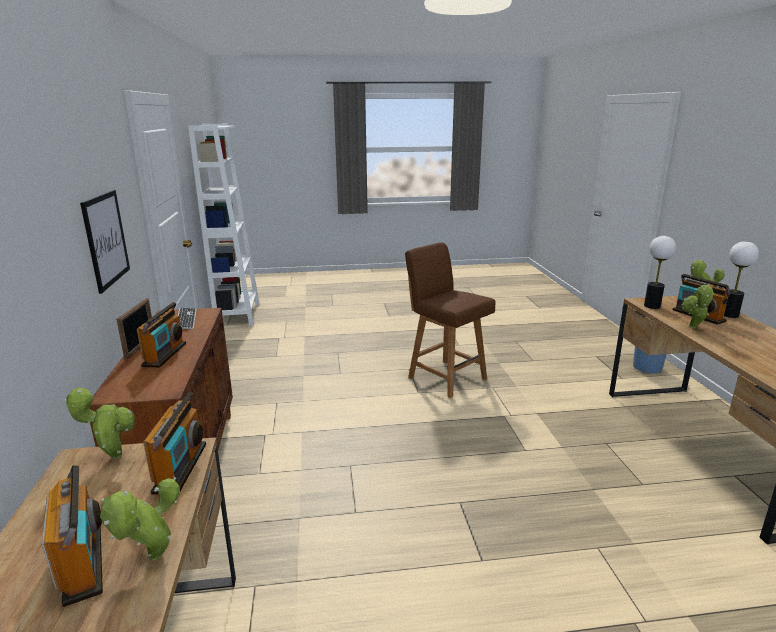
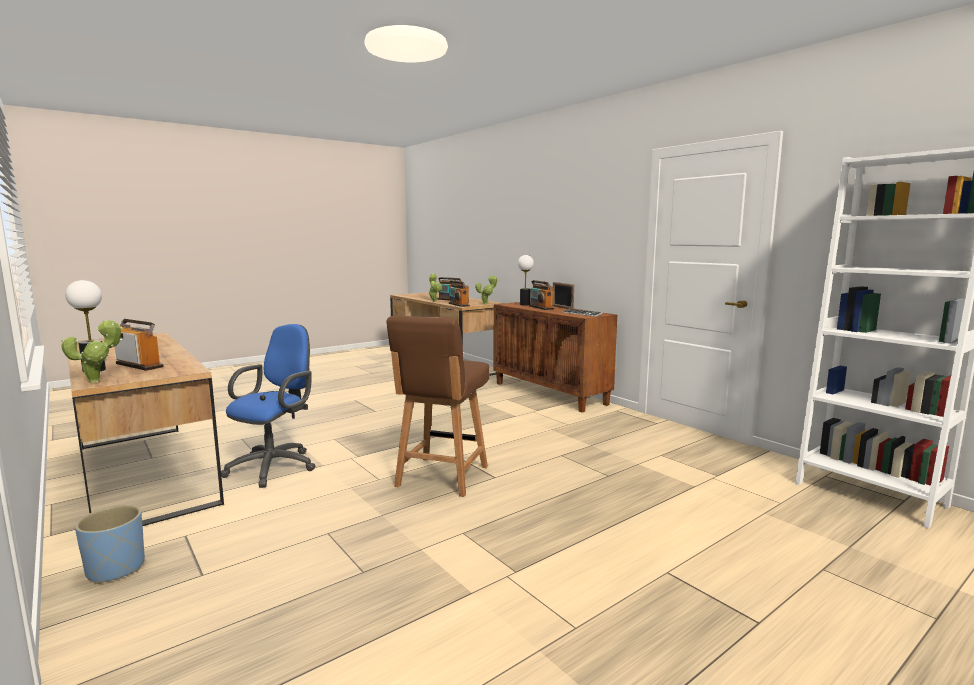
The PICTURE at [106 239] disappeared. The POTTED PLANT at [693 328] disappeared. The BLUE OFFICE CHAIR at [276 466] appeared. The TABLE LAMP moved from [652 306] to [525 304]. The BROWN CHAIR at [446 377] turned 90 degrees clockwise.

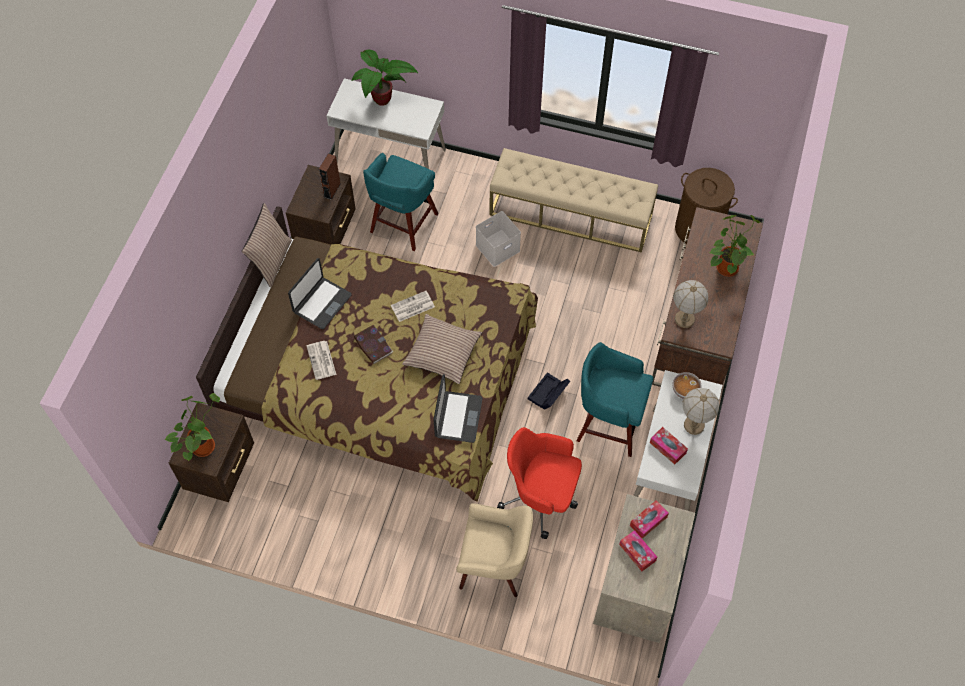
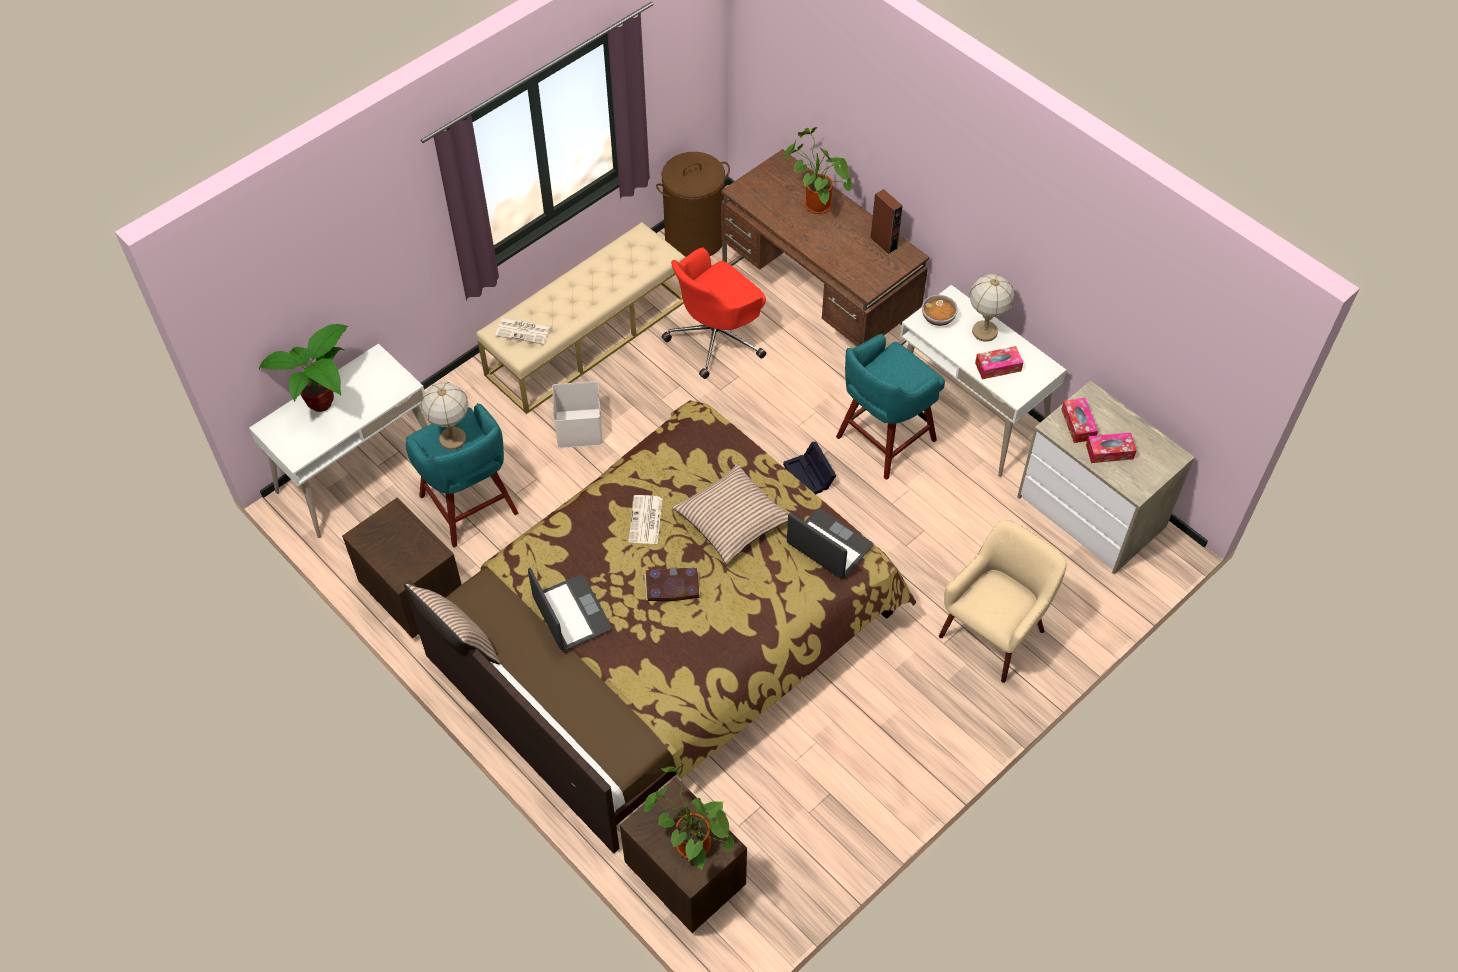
The NEWSPAPER moved from [321 360] to [524 331]. The BROWN SPEAKER moved from [332 190] to [883 243]. The RED OFFICE CHAIR moved from [541 497] to [717 338]. The TABLE LAMP moved from [684 319] to [452 439].

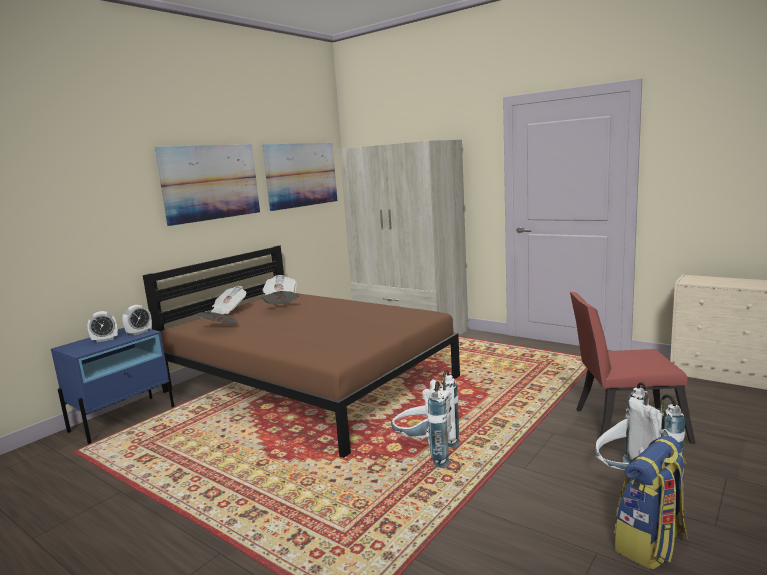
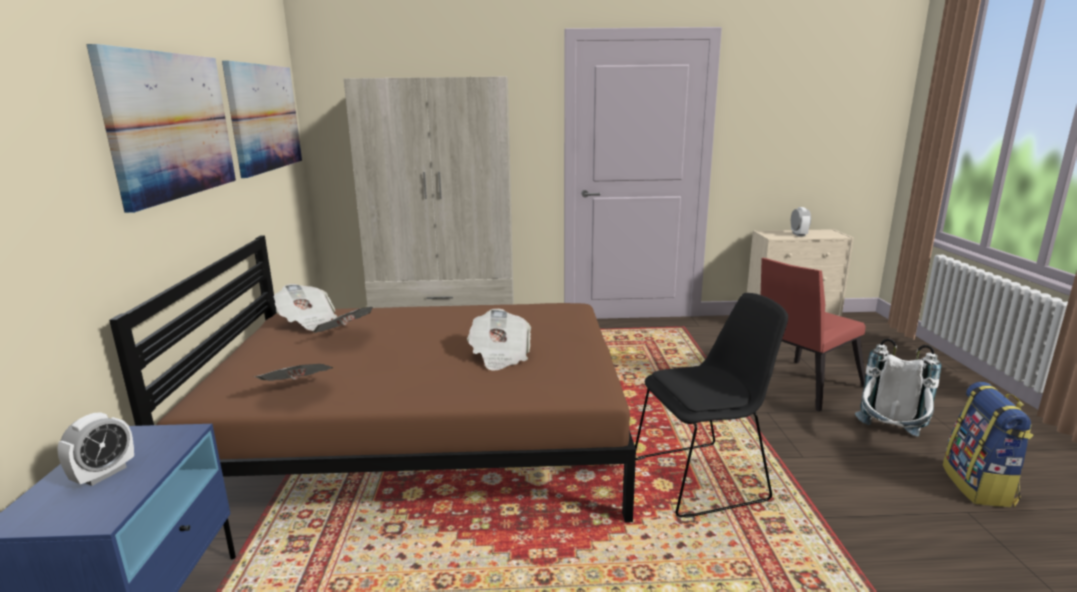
The ALARM CLOCK moved from [139 332] to [798 234]. The NEWSPAPER moved from [228 311] to [500 356]. The WHITE BACKPACK at [426 453] was replaced by the BLACK CHAIR at [703 478].

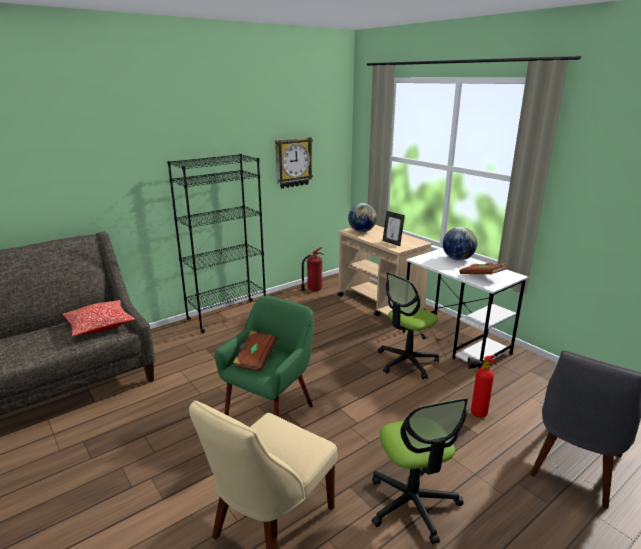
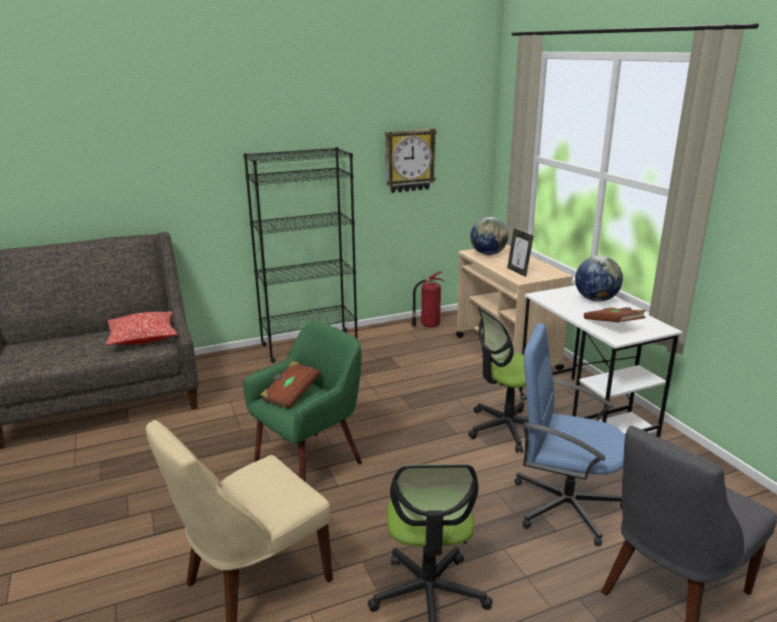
The FIRE EXTINGUISHER at [474 413] was replaced by the BLUE OFFICE CHAIR at [564 505].

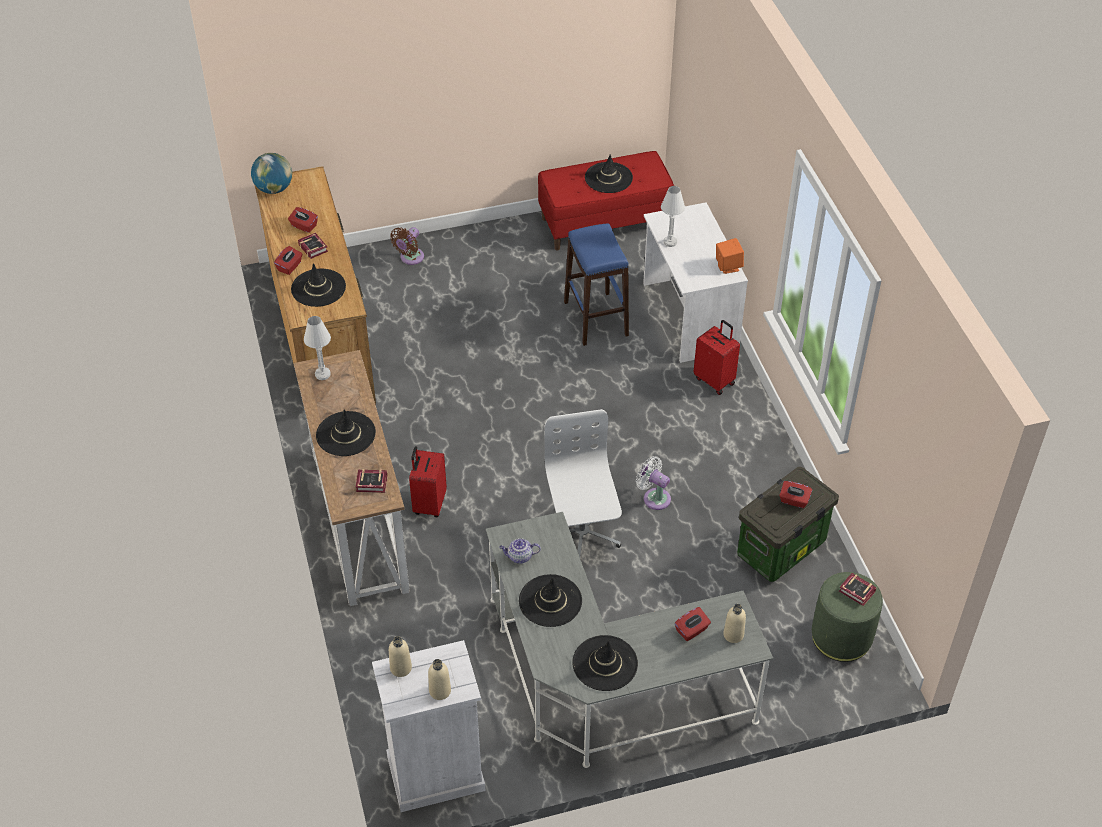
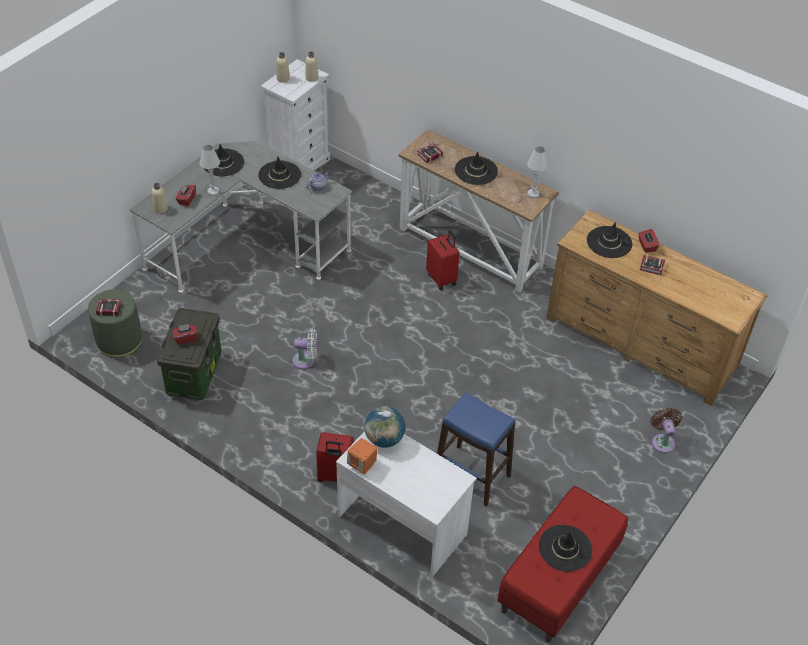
The RED TISSUE BOX at [304 226] disappeared. The WHITE OFFICE CHAIR at [581 533] disappeared. The GLOBE moved from [274 189] to [384 439]. The WHITE TABLE LAMP moved from [670 242] to [213 191].

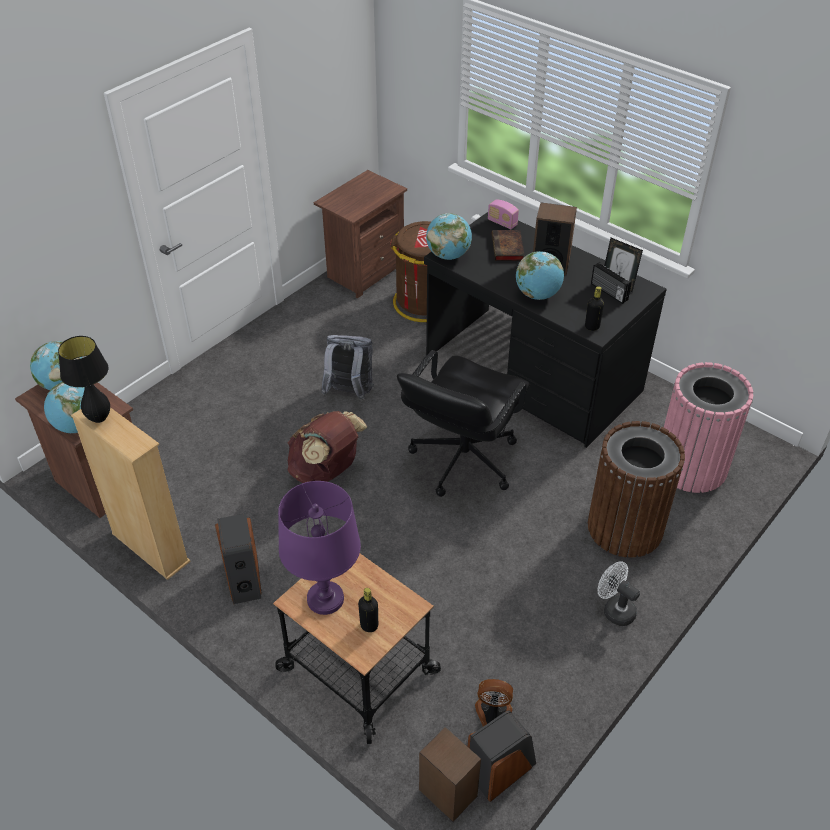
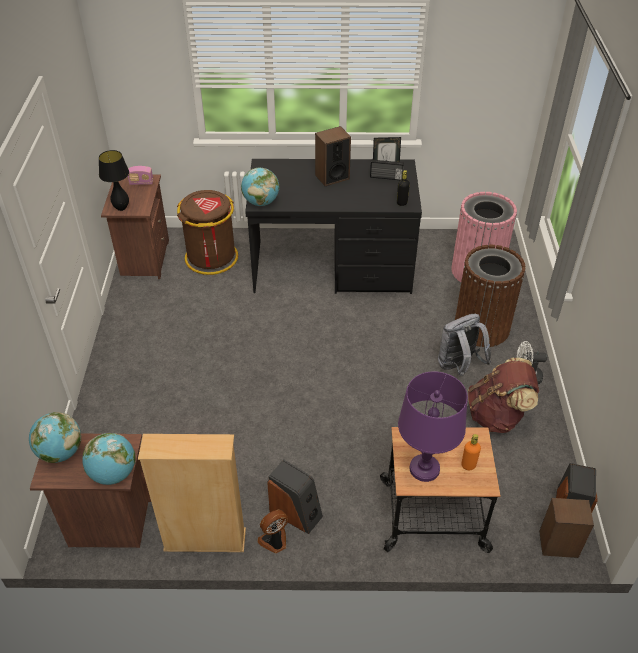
The BLACK OFFICE CHAIR at [462 460] disappeared. The BOOK at [508 249] disappeared. The GLOBE at [537 295] disappeared. The BLACK TABLE LAMP moved from [99 418] to [121 208]. The BROWN BACKPACK moved from [326 470] to [497 415]. The GREY BACKPACK moved from [349 393] to [458 366]. The FAN moved from [492 715] to [274 541]. The RADIO moved from [502 223] to [141 183]. The BLACK BOTTLE at [369 625] became the ORANGE BOTTLE at [468 465].

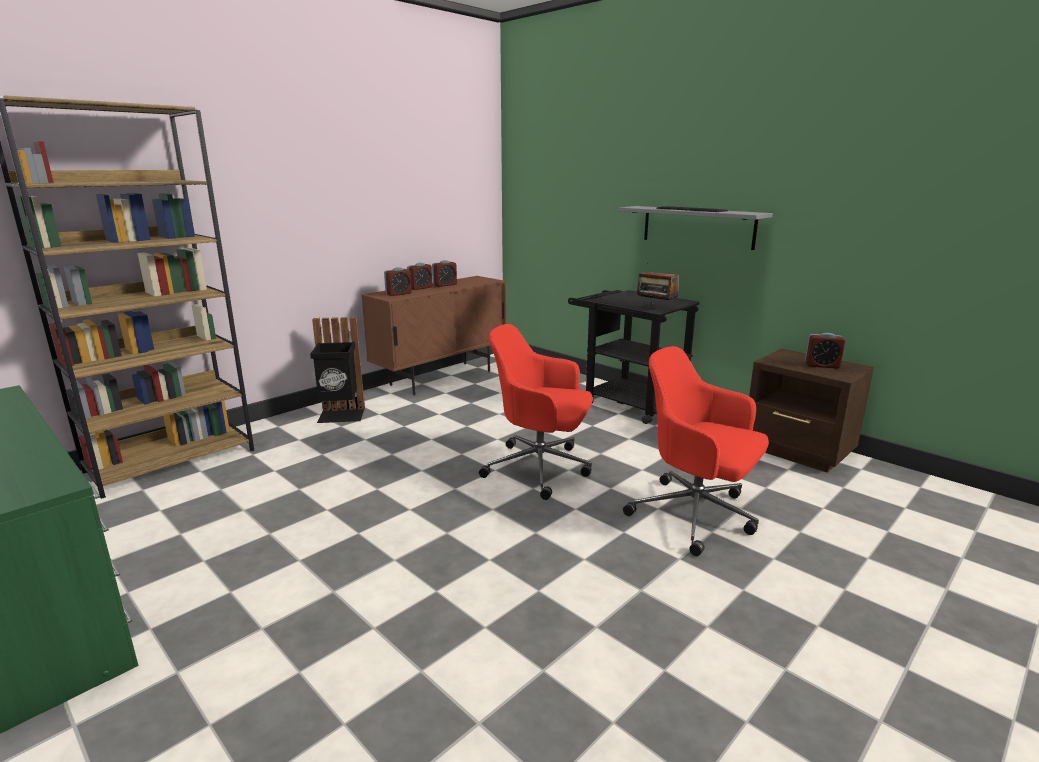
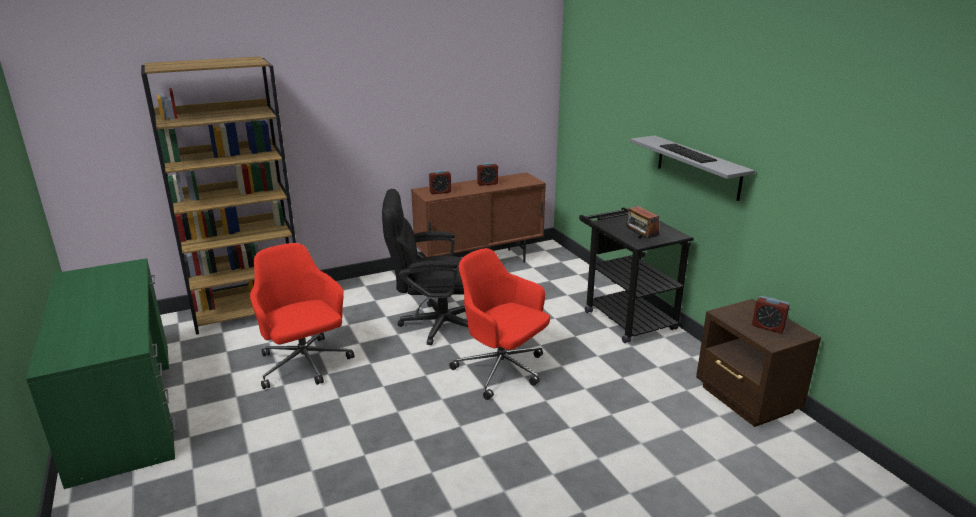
The BLACK TRASH CAN at [341 416] disappeared. The ALARM CLOCK at [420 288] disappeared. The BLACK OFFICE CHAIR at [433 324] appeared. The RED OFFICE CHAIR moved from [696 515] to [304 365].

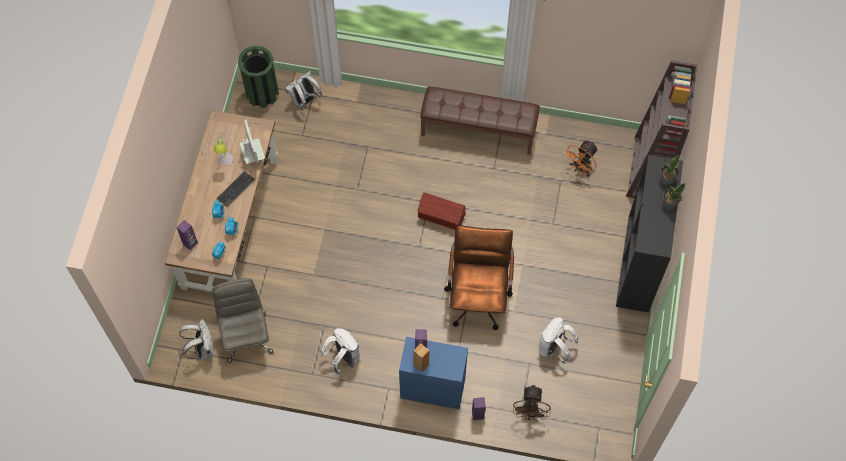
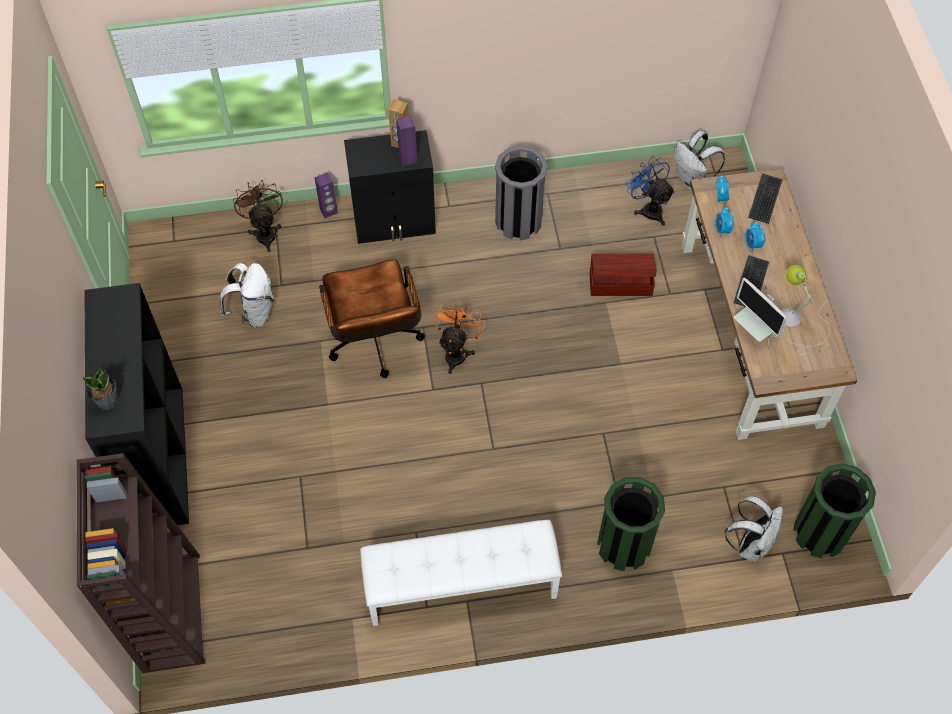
The POTTED PLANT at [669 203] disappeared. The GREEN TRASH CAN at [624 545] appeared. The BROWN STORAGE BOX moved from [441 216] to [620 283]. The ORANGE FAN moved from [580 168] to [457 351]. The PURPLE SPEAKER at [190 243] was replaced by the KEYBOARD at [765 199]. The GREY OFFICE CHAIR at [246 336] was replaced by the BLUE FAN at [648 208]. The WHITE BACKPACK at [343 358] was replaced by the GREY TRASH CAN at [518 221]. The BLUE CABINET at [432 387] became the BLACK CABINET at [395 223]. The BROWN BENCH at [478 130] became the WHITE BENCH at [461 587].

